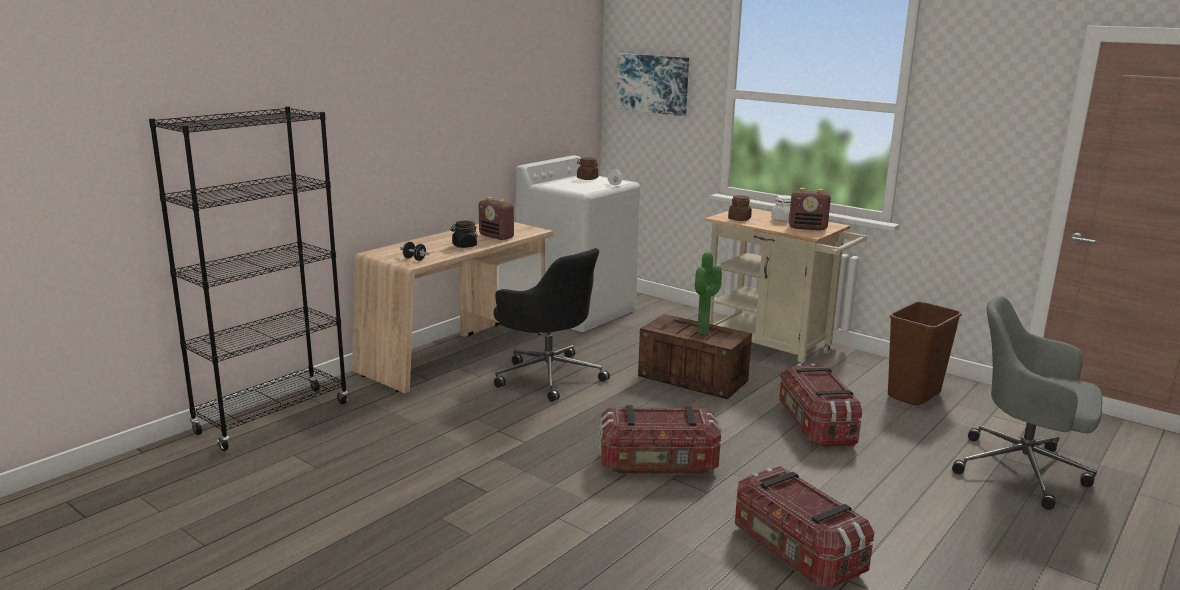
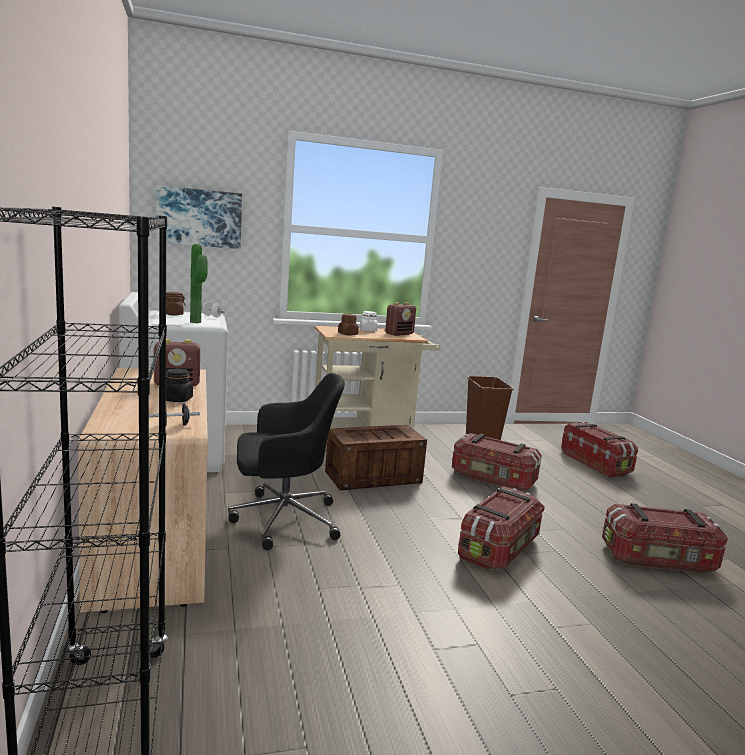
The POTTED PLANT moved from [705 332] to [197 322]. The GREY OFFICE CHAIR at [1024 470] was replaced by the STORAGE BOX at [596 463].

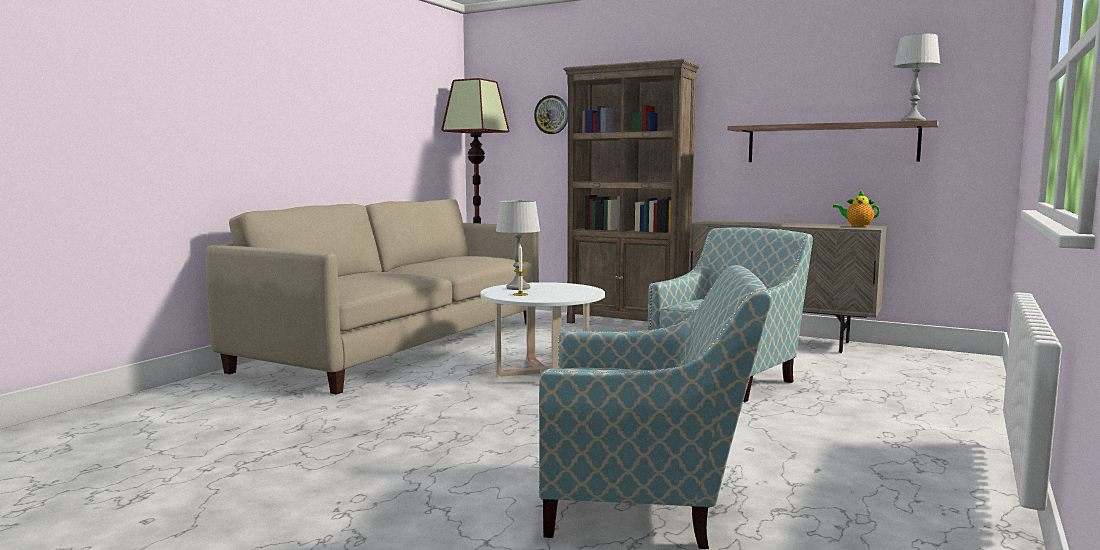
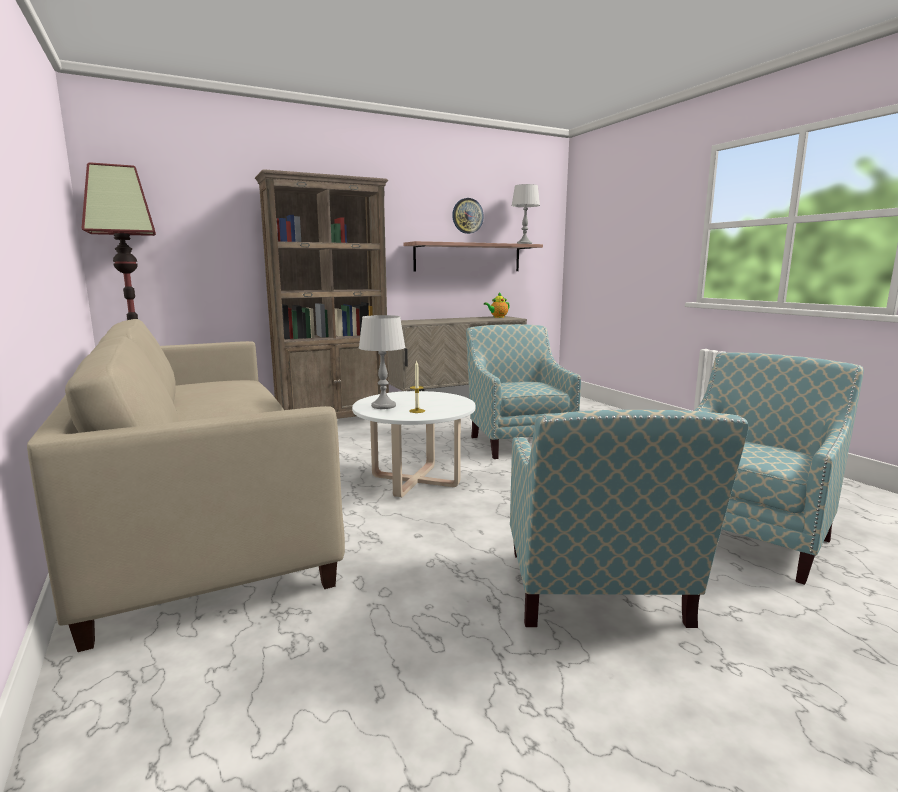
The ARMCHAIR at [597 598] appeared. The WALL CLOCK moved from [552 114] to [467 216].

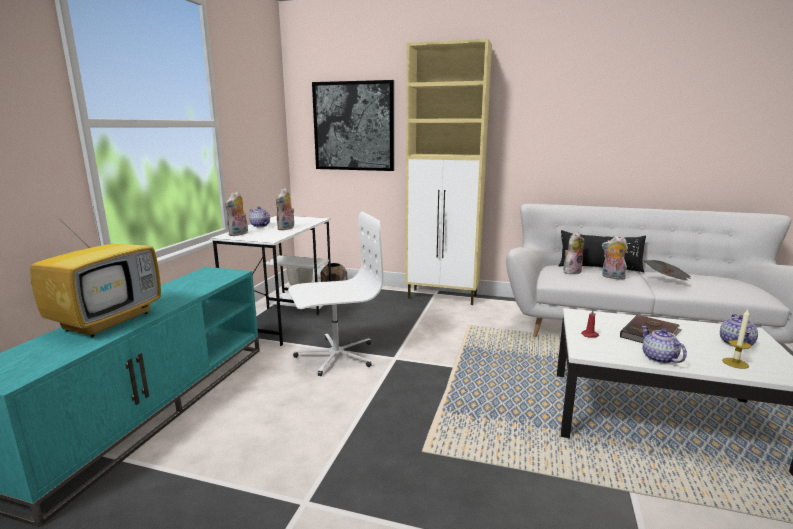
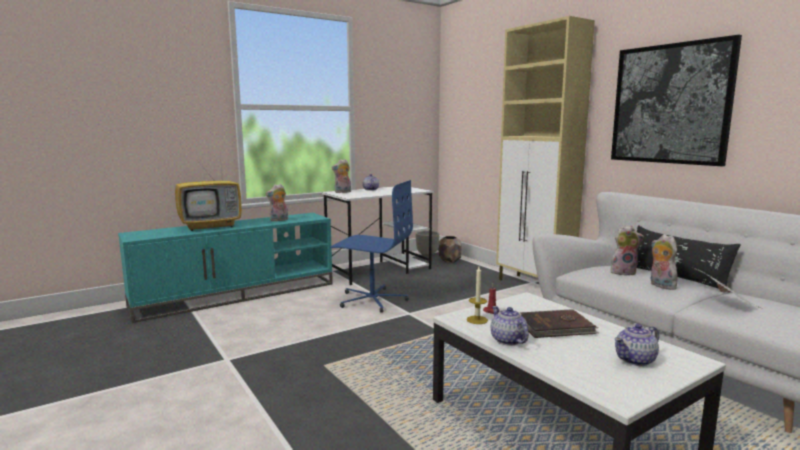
The PLUSH TOY moved from [286 228] to [279 220]. The PICTURE moved from [354 126] to [670 104]. The CANDLE moved from [735 363] to [477 320]. The WHITE OFFICE CHAIR at [335 355] became the BLUE OFFICE CHAIR at [372 300]. The TEAPOT at [659 358] turned 45 degrees counterclockwise.

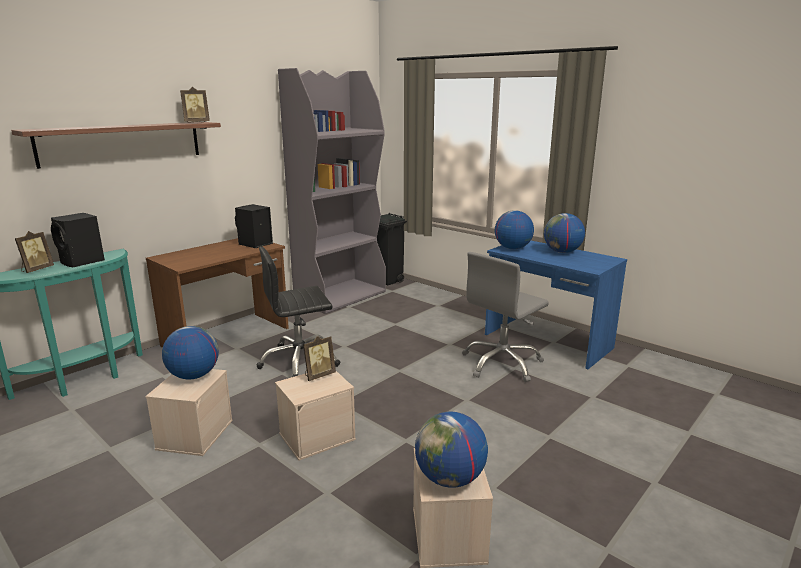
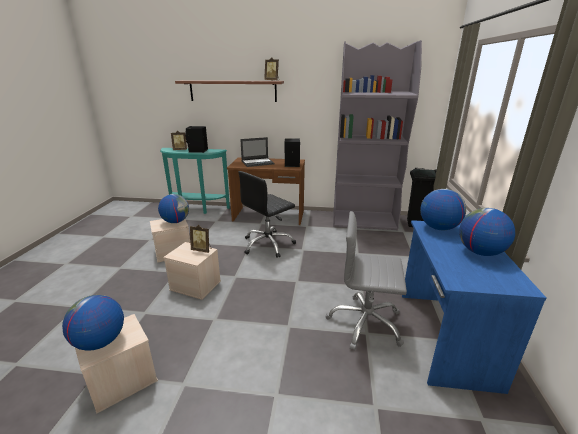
The LAPTOP at [258 162] appeared. The BLACK OFFICE CHAIR at [299 361] turned 75 degrees counterclockwise.

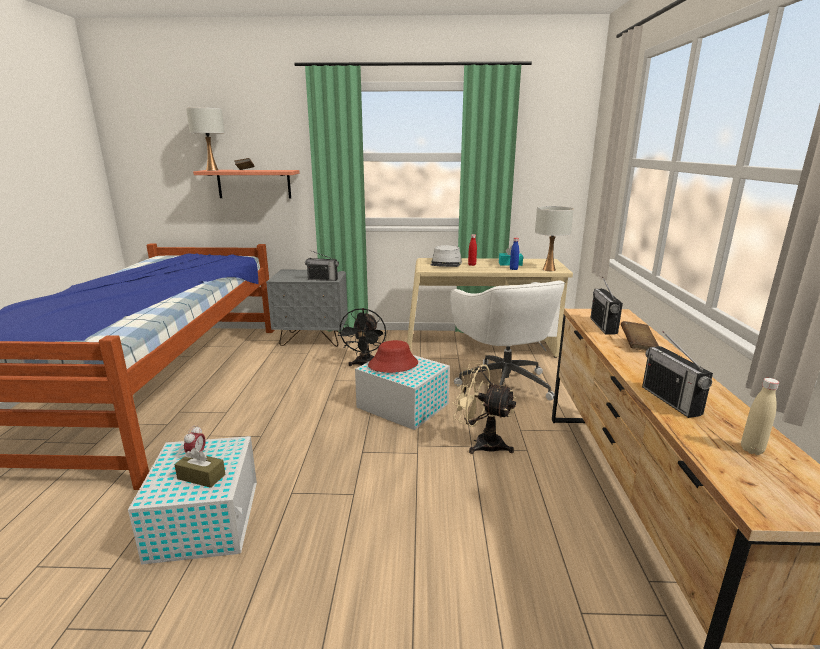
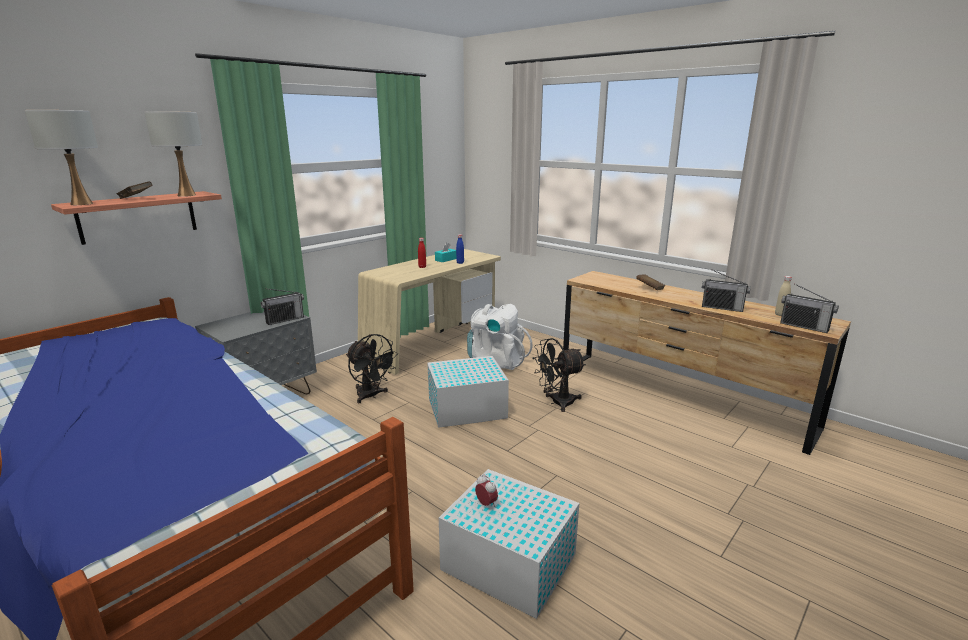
The BROWN TISSUE BOX at [201 477] disappeared. The RED HAT at [393 364] disappeared. The GREY HAT at [446 263] disappeared. The WHITE TABLE LAMP moved from [549 269] to [187 195]. The RADIO moved from [603 326] to [804 326]. The WHITE OFFICE CHAIR at [503 383] was replaced by the WHITE BACKPACK at [496 361]. The BEIGE FAN at [481 443] became the BLACK FAN at [557 403].

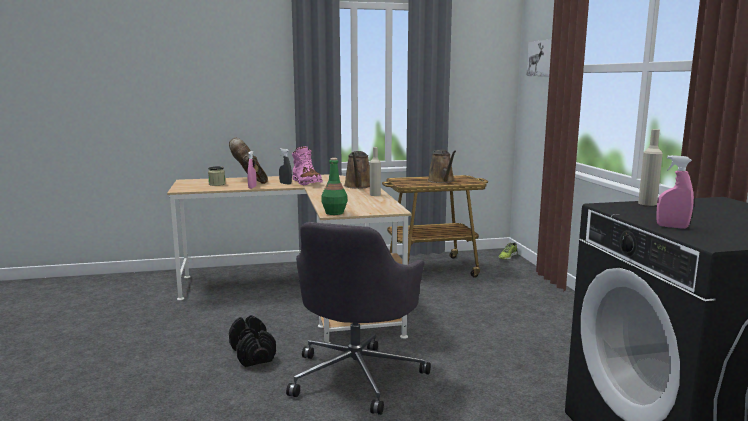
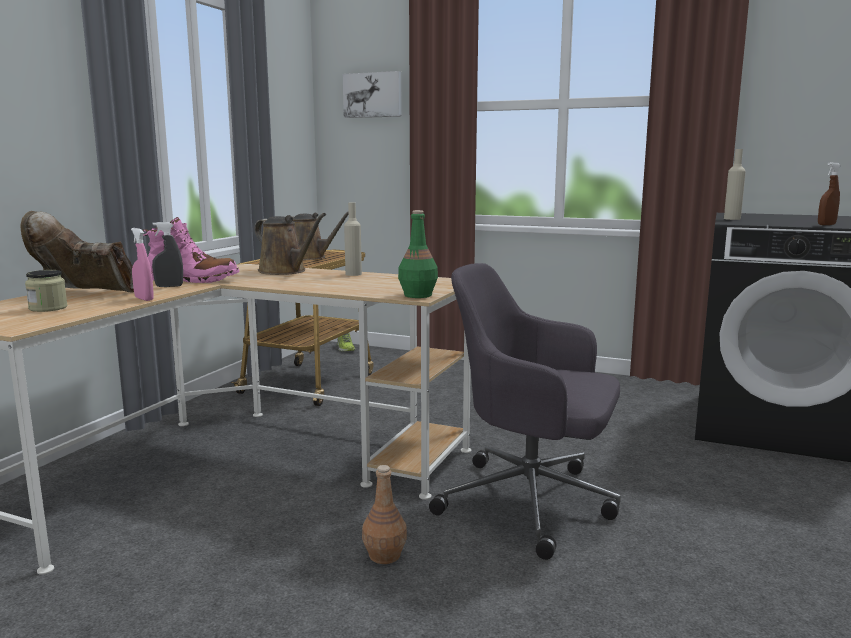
The BLACK DUMBBELL at [253 354] was replaced by the BROWN BOTTLE at [384 555]. The PINK SPRAY BOTTLE at [672 227] became the BROWN SPRAY BOTTLE at [826 225]. The GREY OFFICE CHAIR at [357 375] turned 150 degrees clockwise.

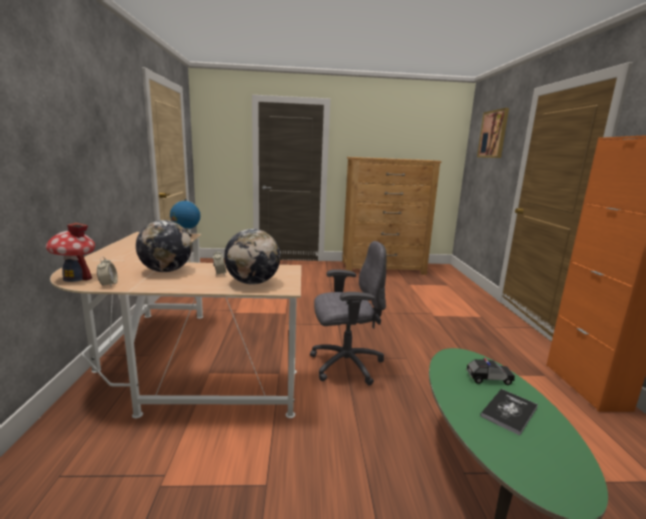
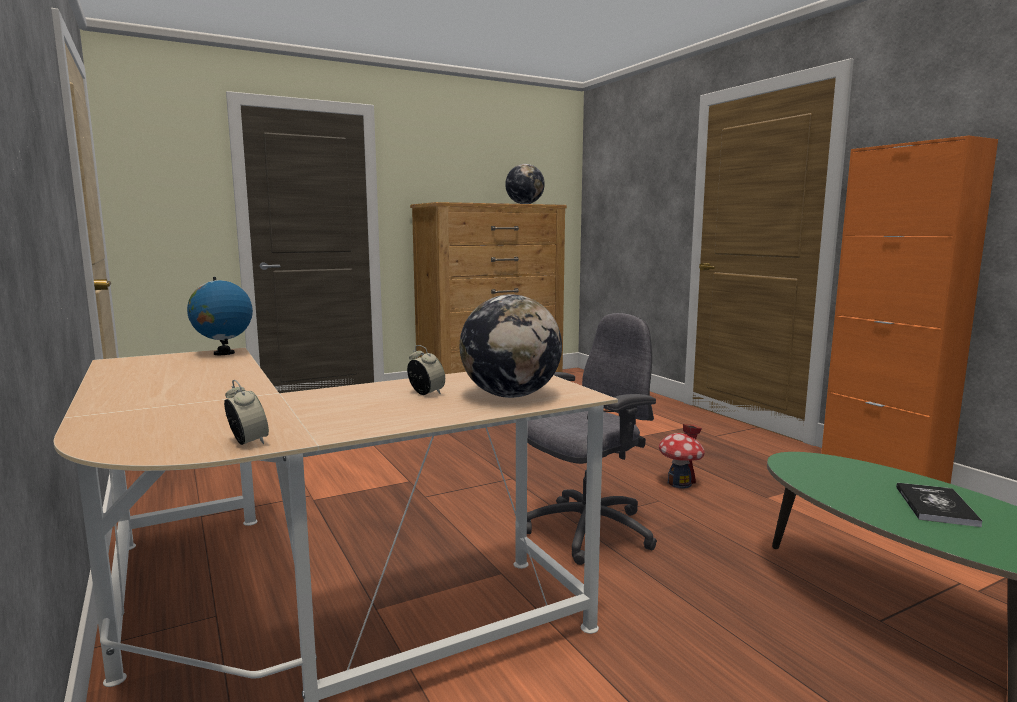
The TOY CAR at [488 378] disappeared. The PICTURE at [493 134] disappeared. The TOY HOUSE moved from [76 278] to [679 483]. The GLOBE moved from [166 271] to [524 204].

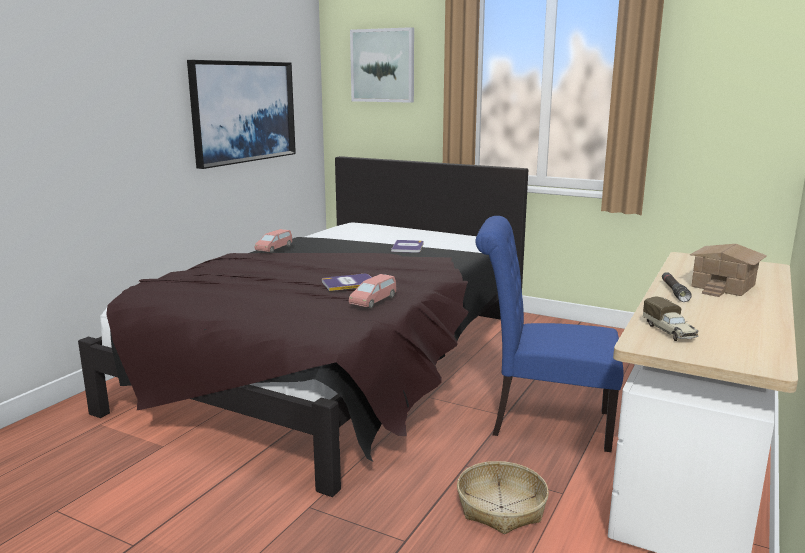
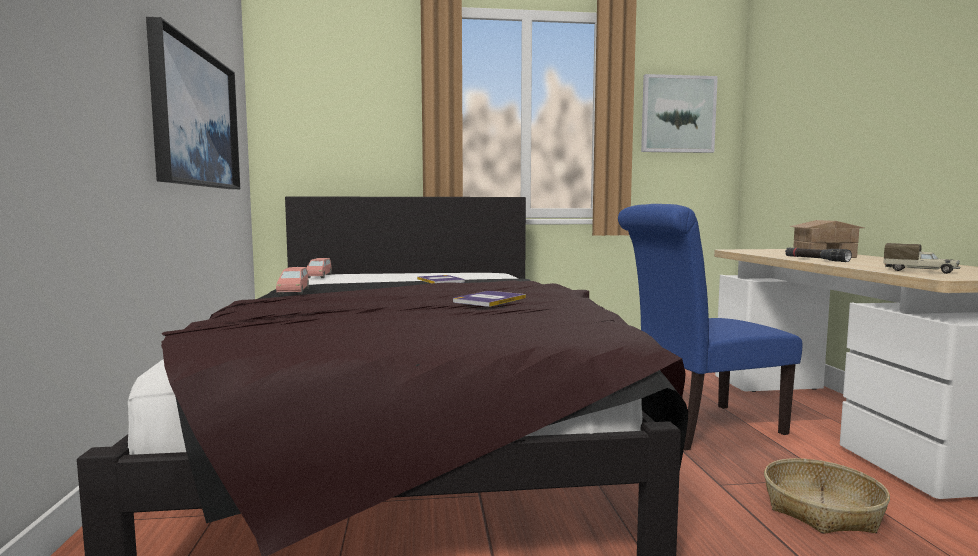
The PINK TOY CAR moved from [373 301] to [319 276]. The PICTURE moved from [383 65] to [677 114].

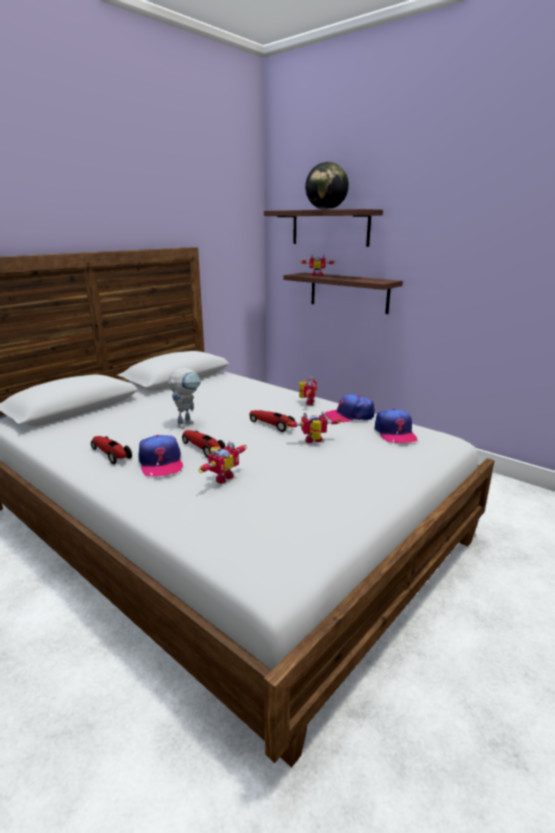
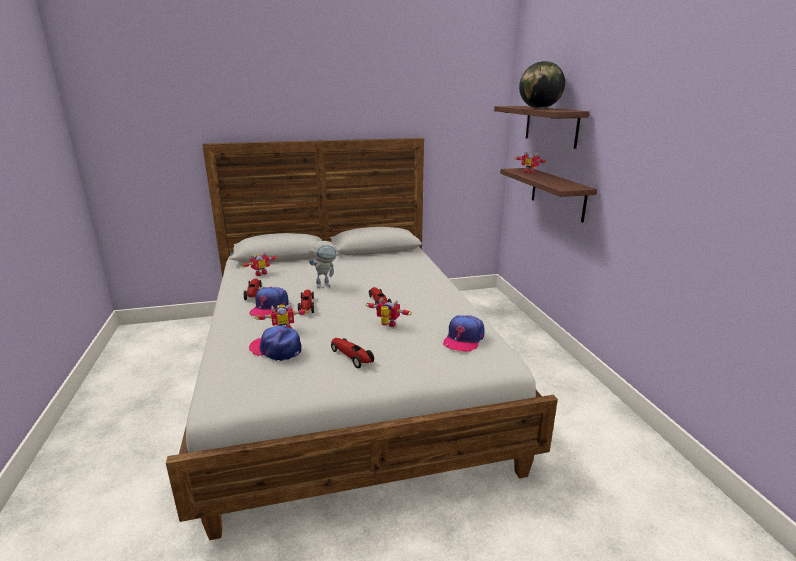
The TOY CAR at [352 357] appeared. The TOY ROBOT moved from [307 402] to [260 273]. The CAP moved from [350 415] to [276 349].

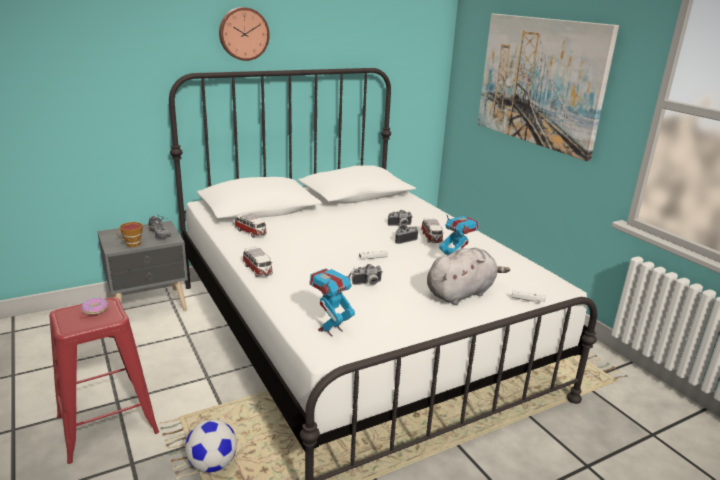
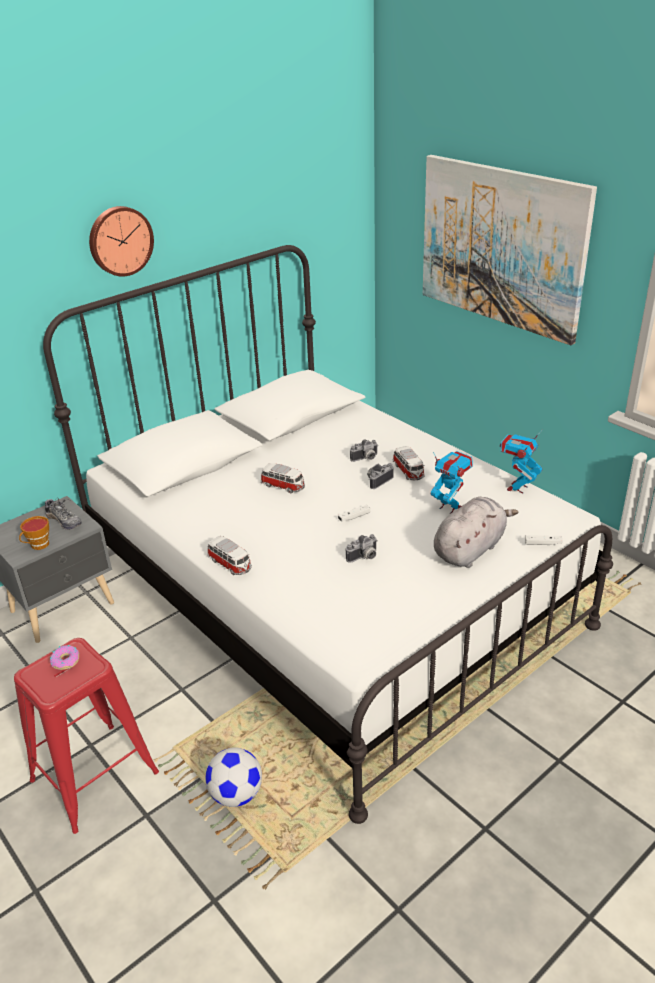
The TOY CAR moved from [251 232] to [283 486]. The TOY ROBOT moved from [330 330] to [517 488].

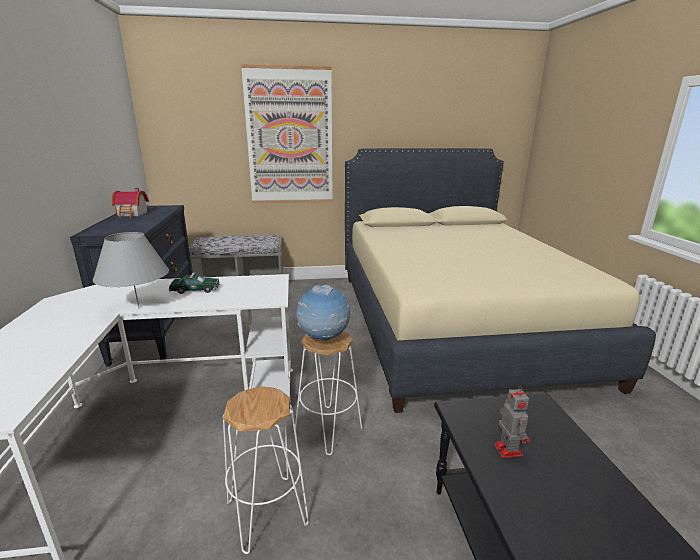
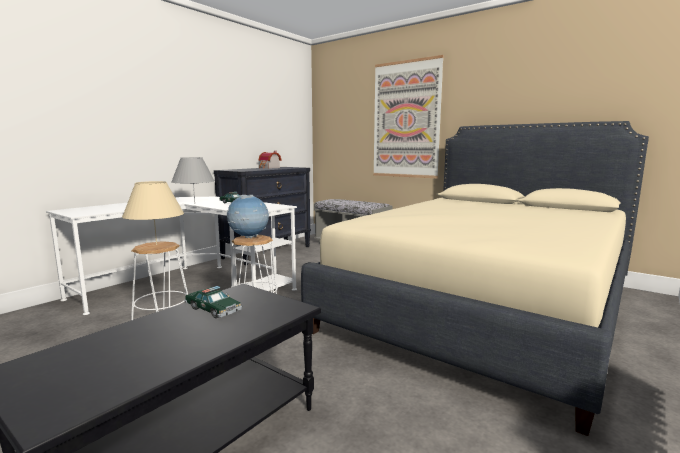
The BEIGE TABLE LAMP at [156 244] appeared. The TOY ROBOT at [507 449] was replaced by the TOY CAR at [213 309].

